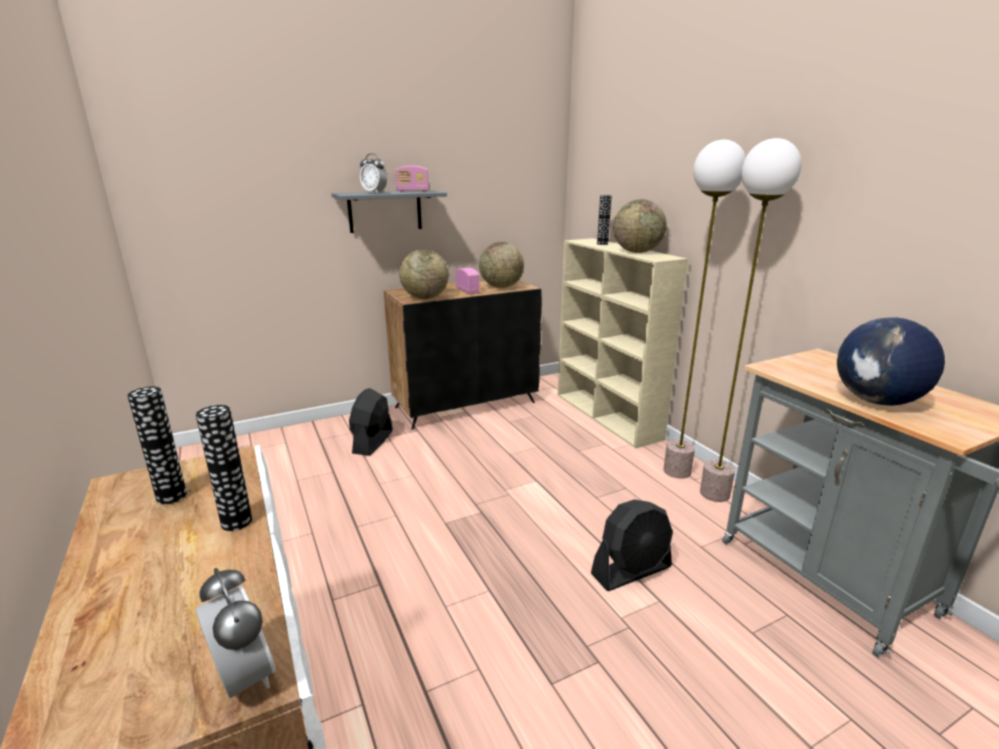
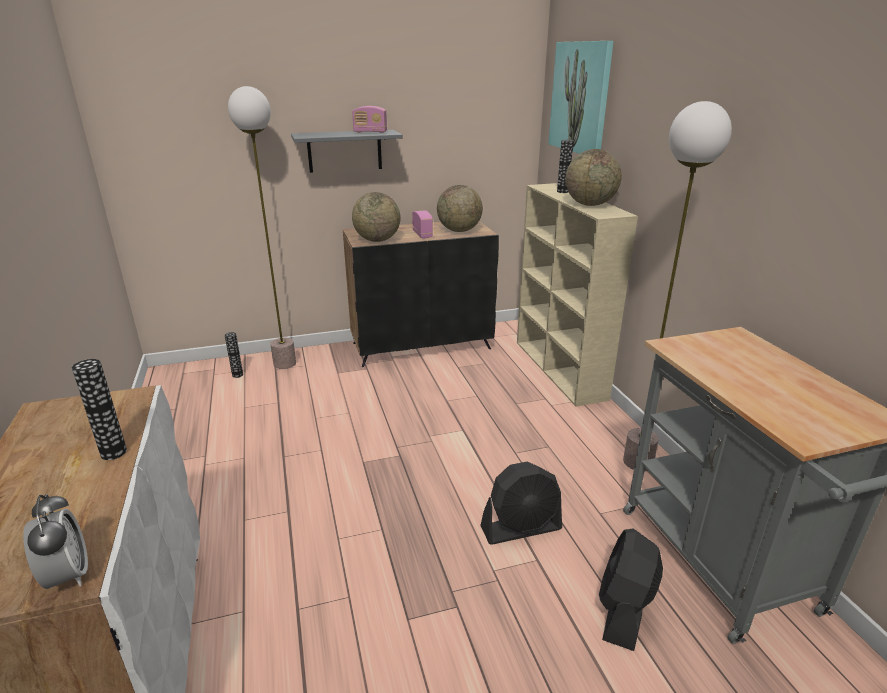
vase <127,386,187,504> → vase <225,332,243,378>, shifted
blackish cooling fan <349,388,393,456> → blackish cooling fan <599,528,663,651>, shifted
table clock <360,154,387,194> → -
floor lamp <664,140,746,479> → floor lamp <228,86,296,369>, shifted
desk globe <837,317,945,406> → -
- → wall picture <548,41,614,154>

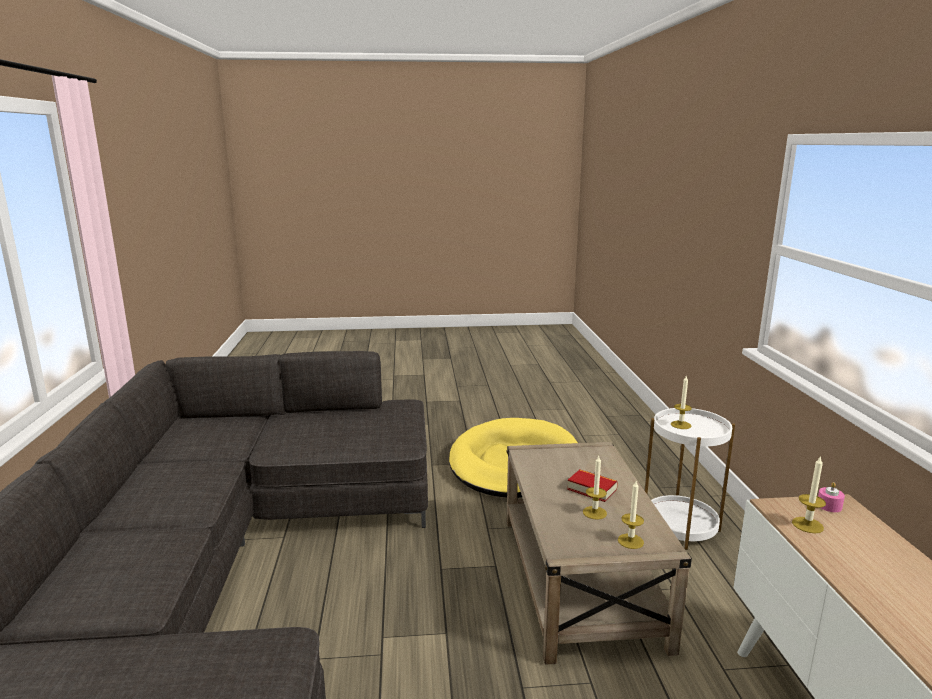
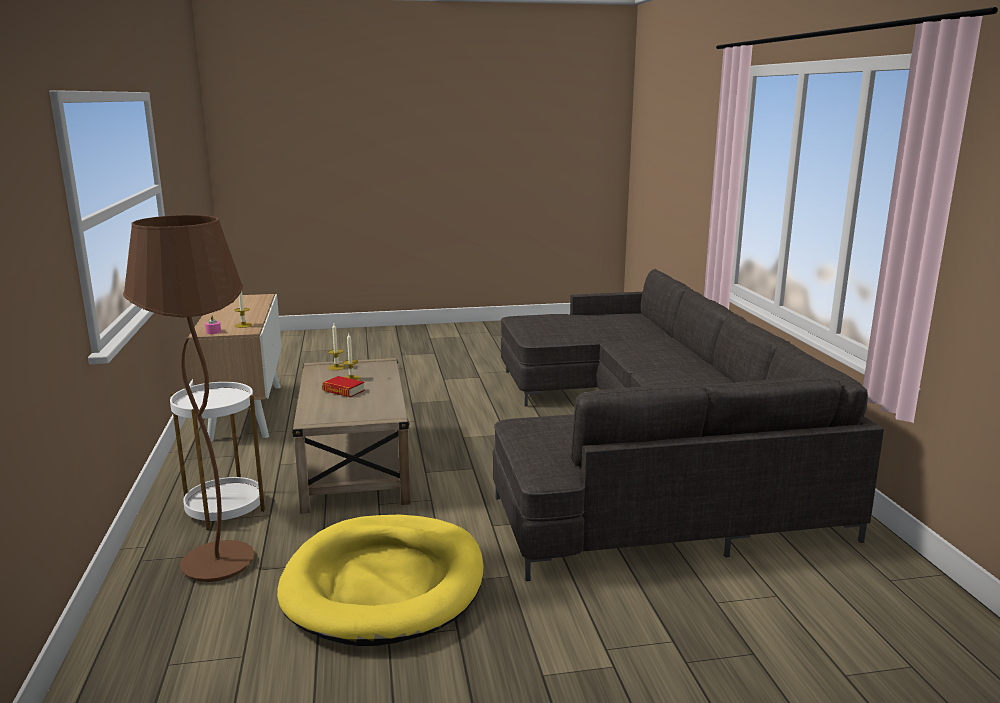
wax candle <671,375,692,429> → -
- → brownish floor lamp <123,215,255,582>

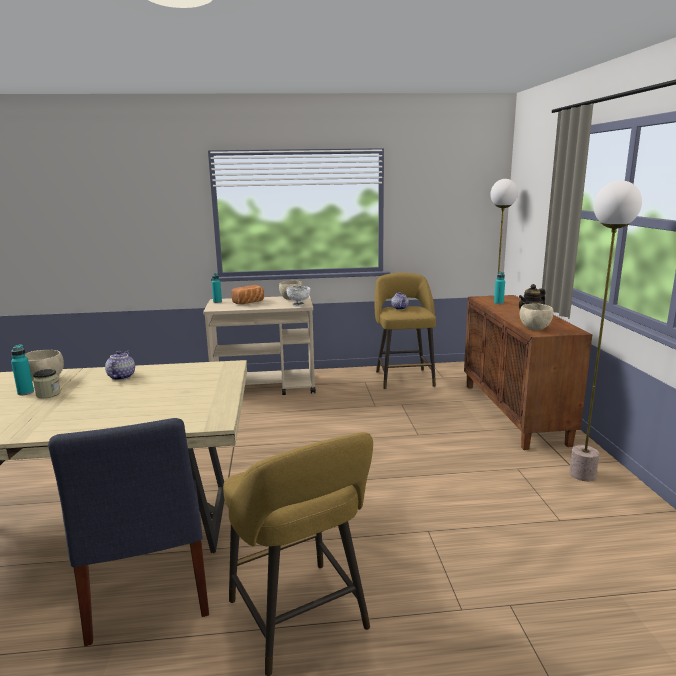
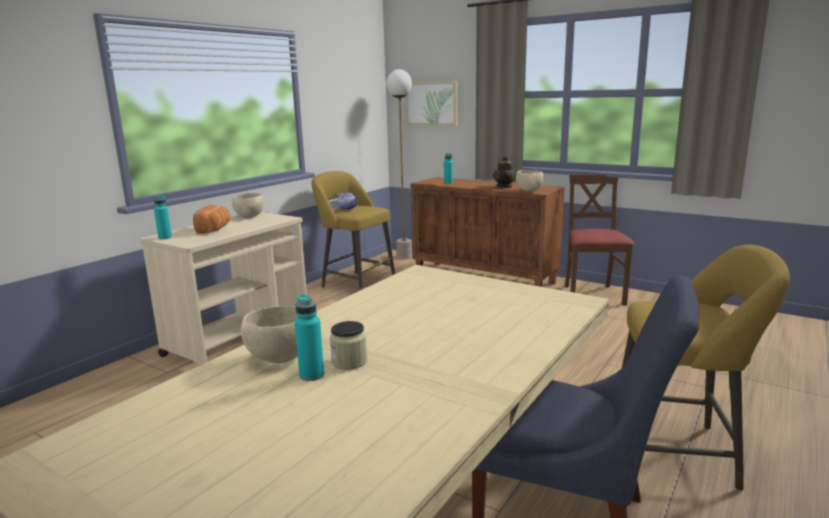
pot for tea <105,351,135,380> → -
white serving bowl <287,286,310,306> → -
floor lamp <569,180,642,481> → brownish upright chair <565,174,635,305>
- → wall picture <406,81,458,126>

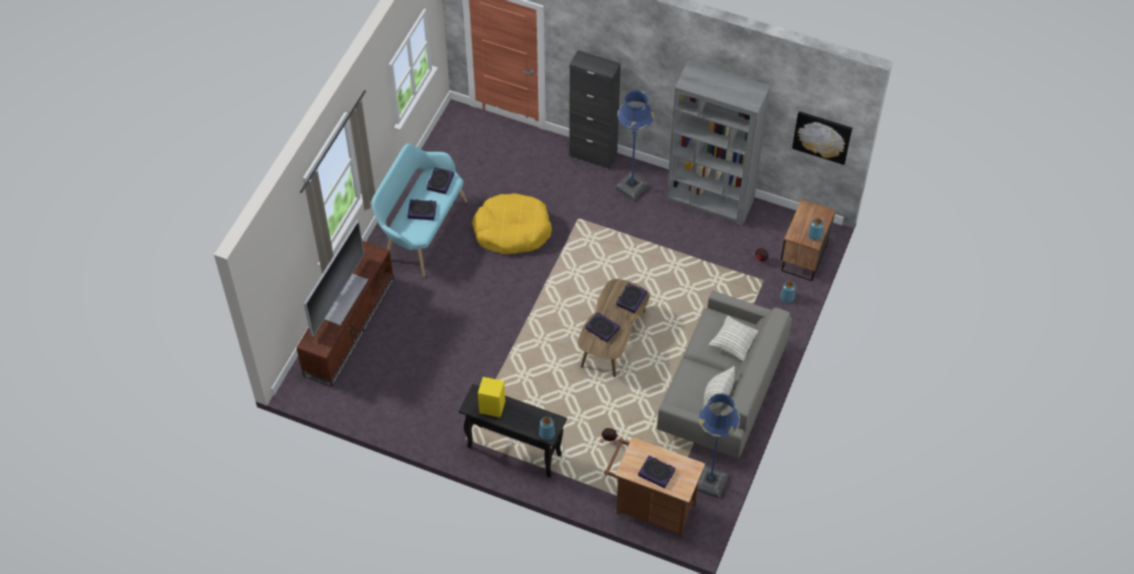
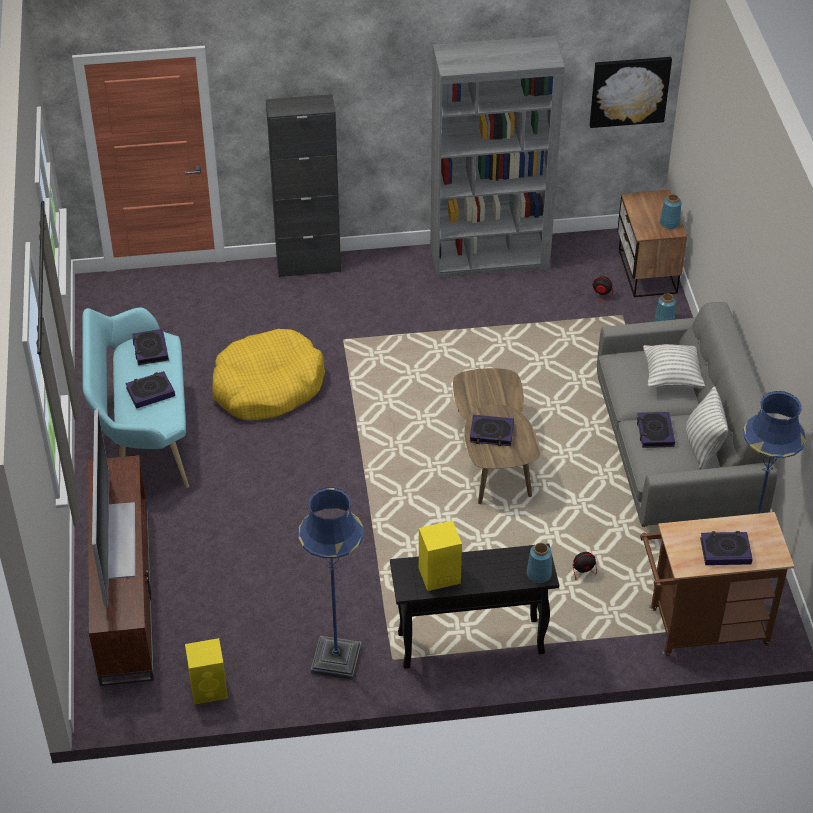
blue floor lamp <615,90,654,201> → blue floor lamp <298,488,364,680>, shifted
bound book <616,283,647,314> → bound book <637,412,675,448>, shifted
- → yellow loudspeaker <185,638,228,704>

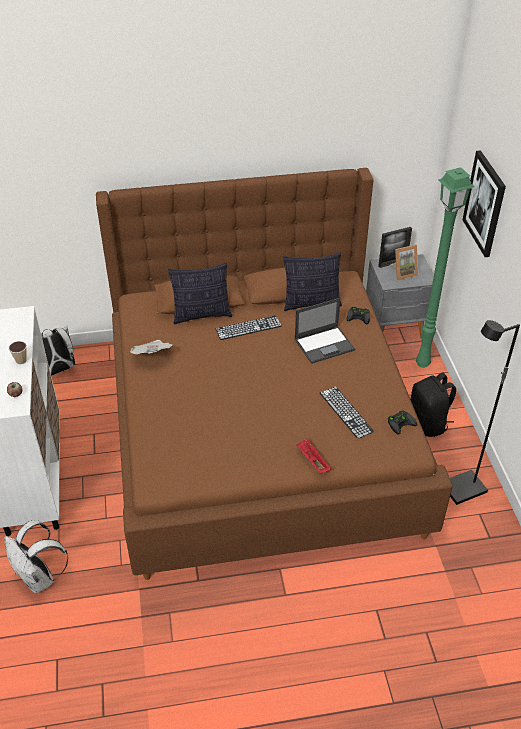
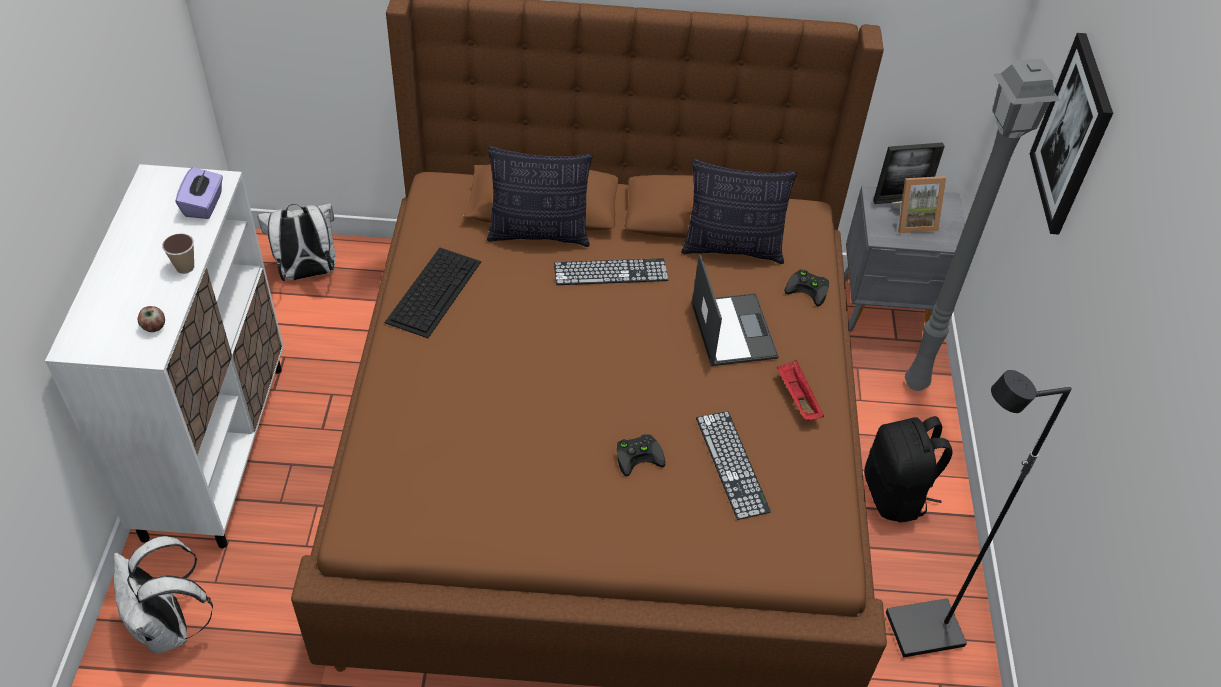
printed paper <130,340,173,354> → keyboard <385,248,481,338>
notebook computer <295,298,355,364> → notebook computer <691,254,779,366>, 90 degrees counterclockwise
red serving tray <297,438,331,473> → red serving tray <777,360,824,420>, shifted
blackish game controller <388,410,417,435> → blackish game controller <617,434,665,476>, shifted
greenish floor lamp <416,167,474,368> → greyish floor lamp <905,58,1060,391>
- → purplish tissue box <176,167,223,219>

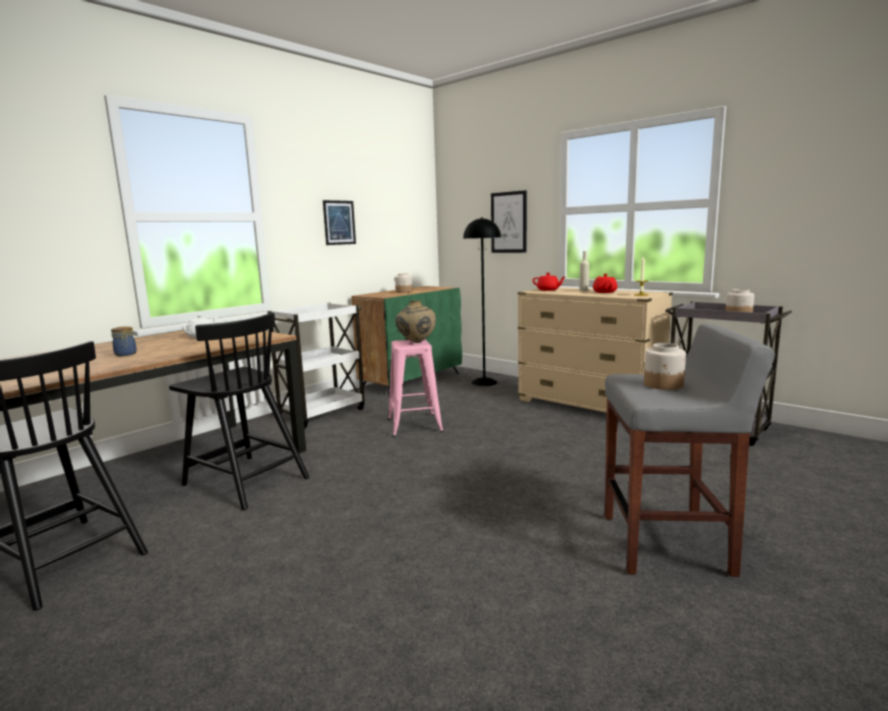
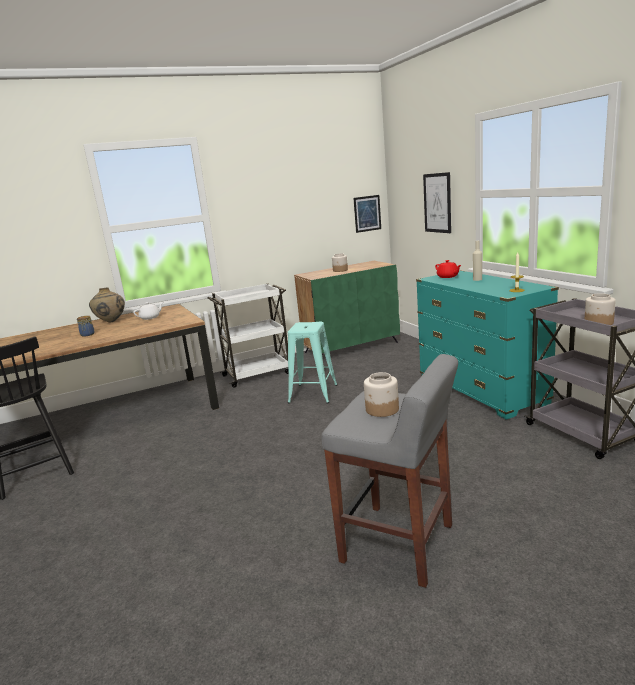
blackish upright chair <169,313,309,510> → -
wall picture <323,200,356,245> → wall picture <353,195,381,233>, shifted
pink stool <388,339,443,437> → turquoise-coloured stool <288,322,337,404>
beige vase <396,300,436,343> → beige vase <89,288,125,322>, shifted
blackish floor lamp <463,217,501,386> → -
beige dresser <518,287,673,413> → turquoise-coloured dresser <416,270,559,420>
red pot for tea <593,274,617,293> → -

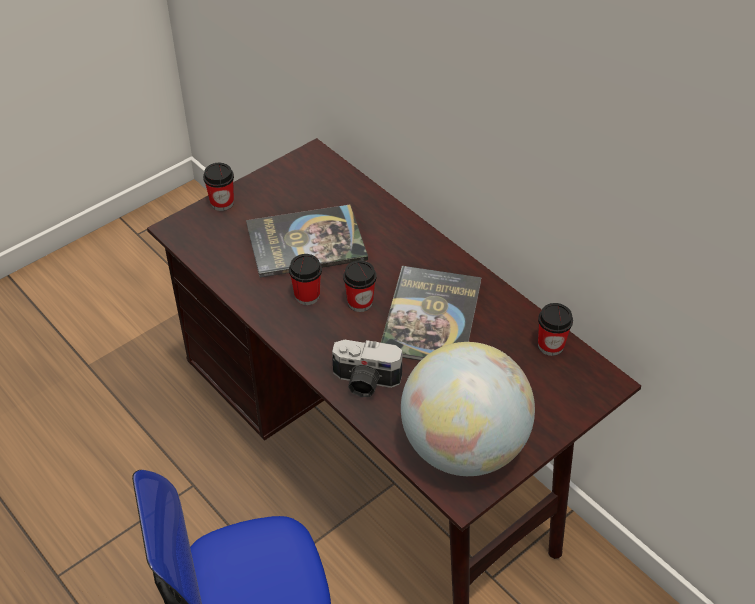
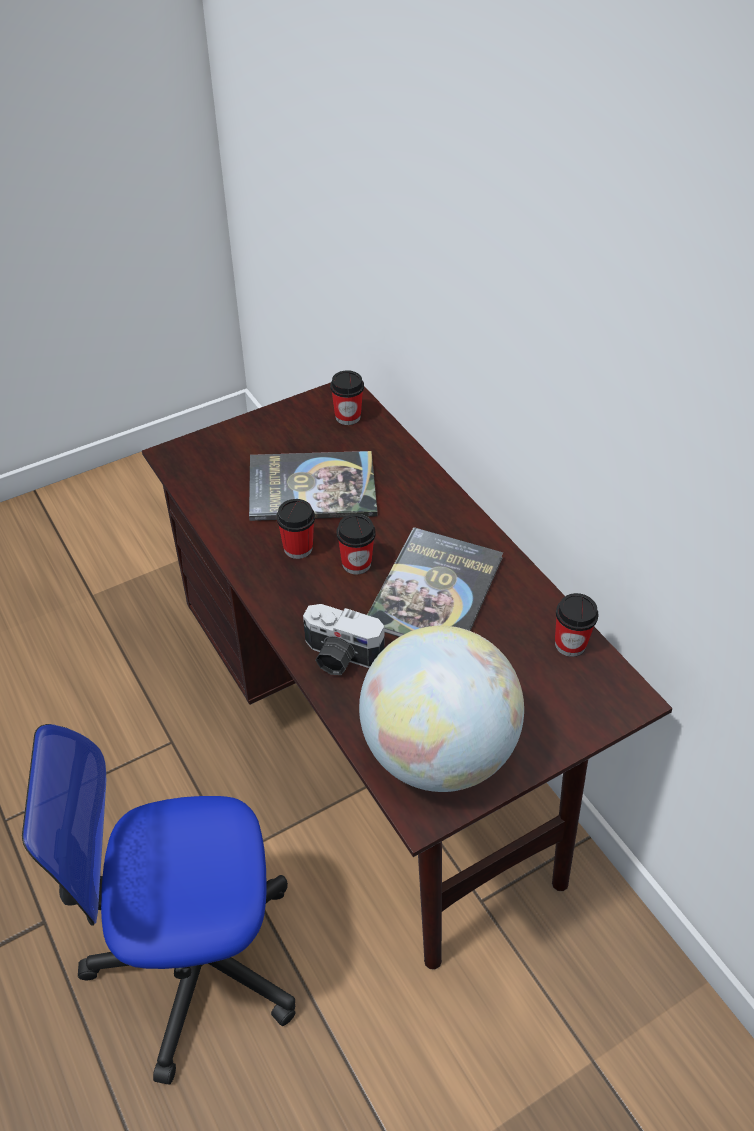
small cup <203,163,234,211> → small cup <330,370,364,425>, shifted

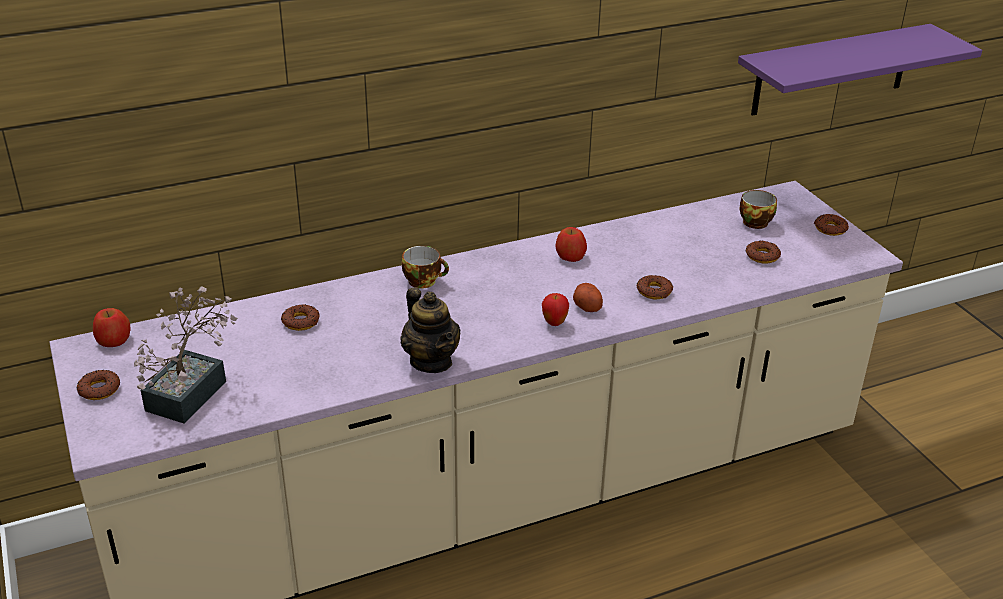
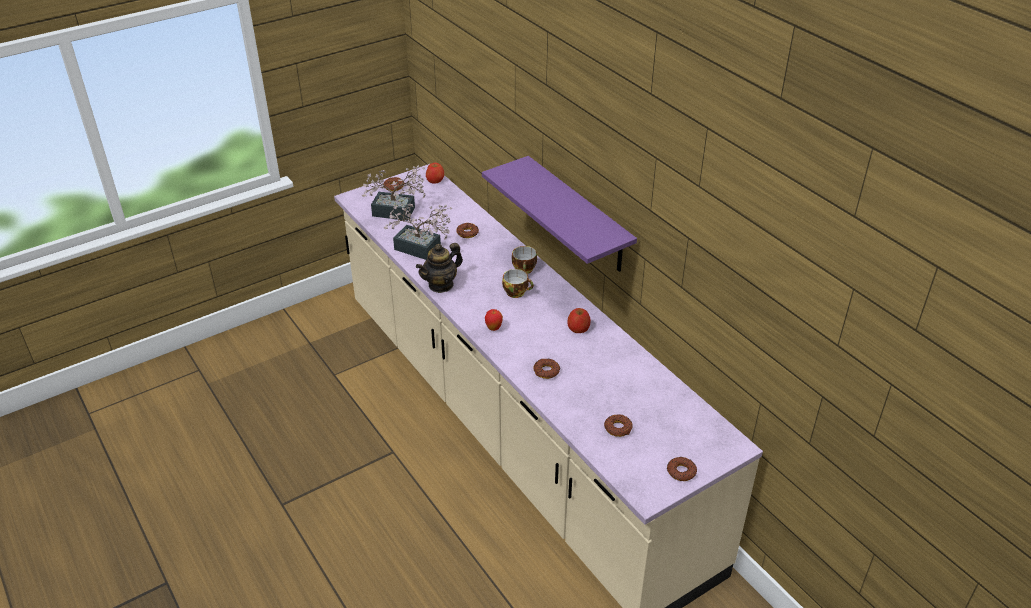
potato <573,283,603,312> → -
purplish shelf <738,24,982,116> → purplish shelf <482,156,637,272>, shifted
small cup <739,190,777,229> → small cup <502,269,534,298>, shifted
- → plant in a pot <384,204,452,260>

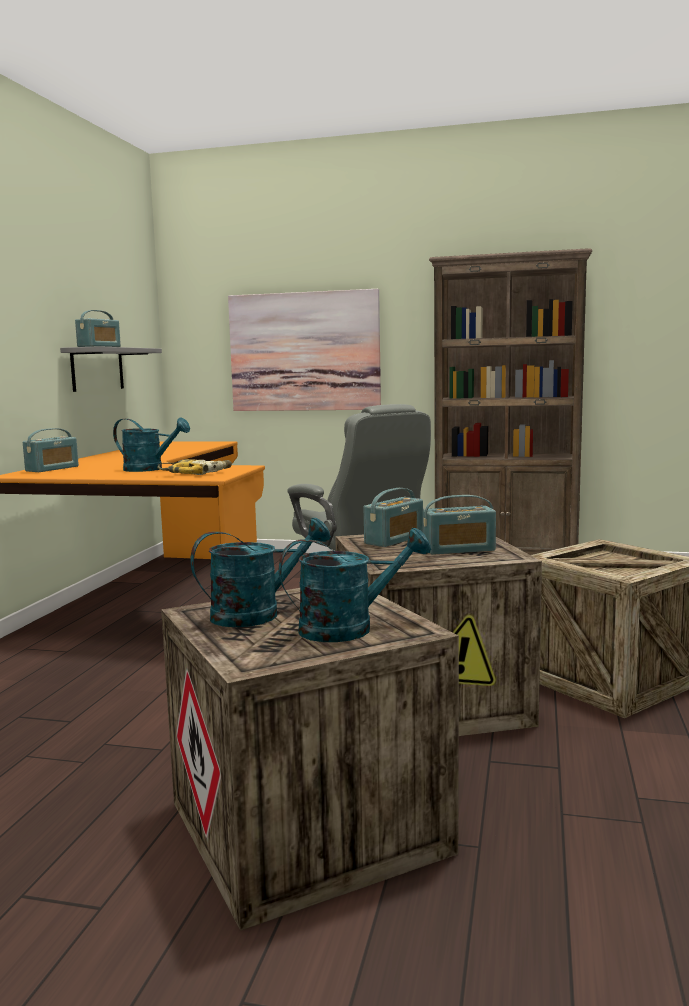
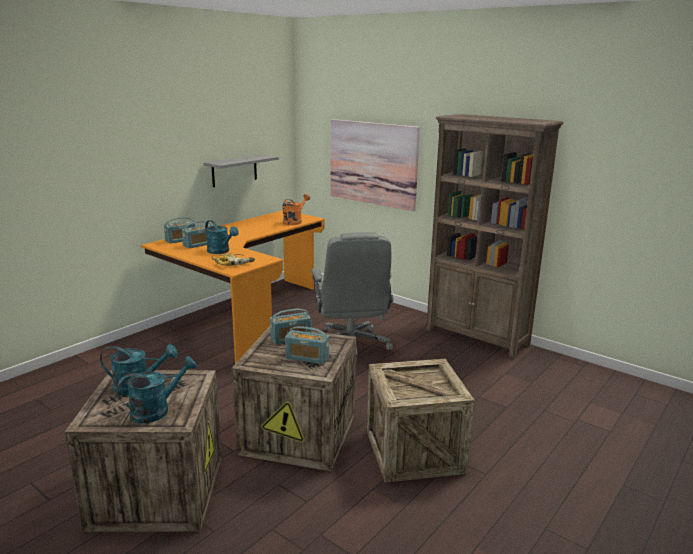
radio set <75,310,121,347> → radio set <182,221,211,249>, shifted
turquoise-coloured watering can <279,528,431,642> → turquoise-coloured watering can <117,356,197,423>, 45 degrees counterclockwise
- → orangey watering can <282,194,310,225>

